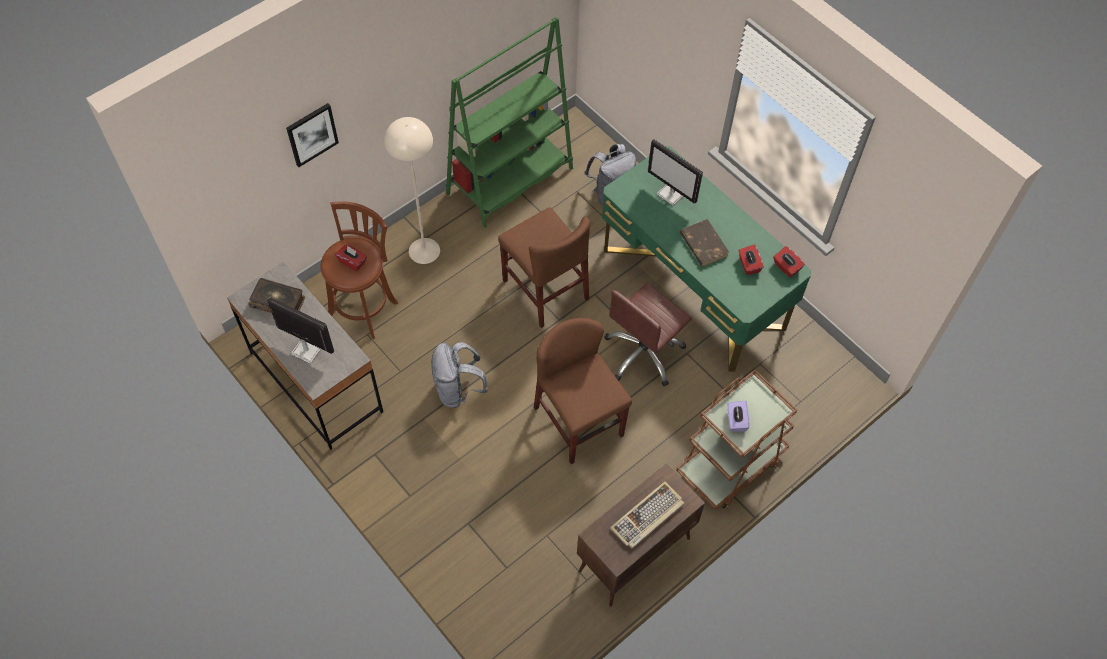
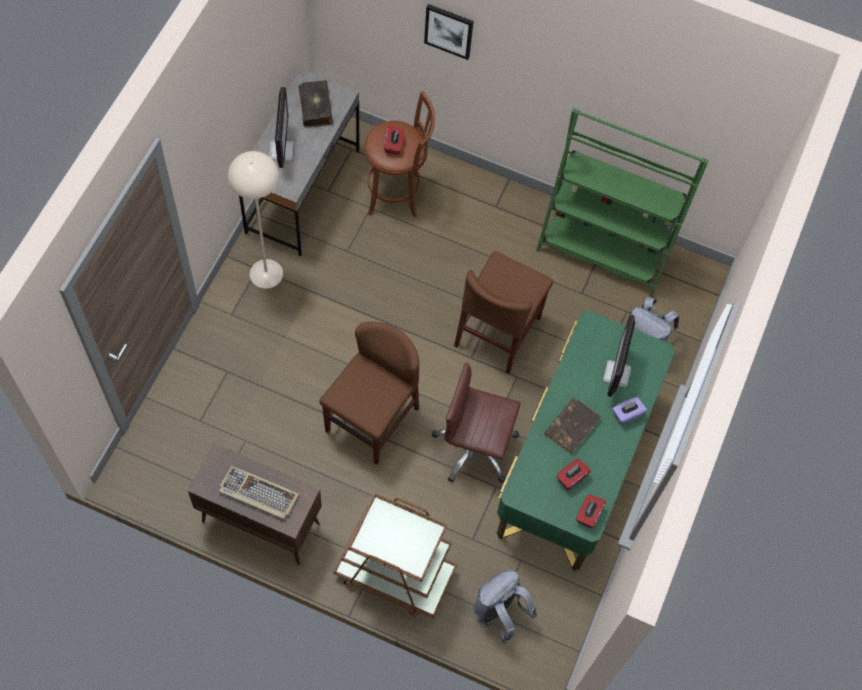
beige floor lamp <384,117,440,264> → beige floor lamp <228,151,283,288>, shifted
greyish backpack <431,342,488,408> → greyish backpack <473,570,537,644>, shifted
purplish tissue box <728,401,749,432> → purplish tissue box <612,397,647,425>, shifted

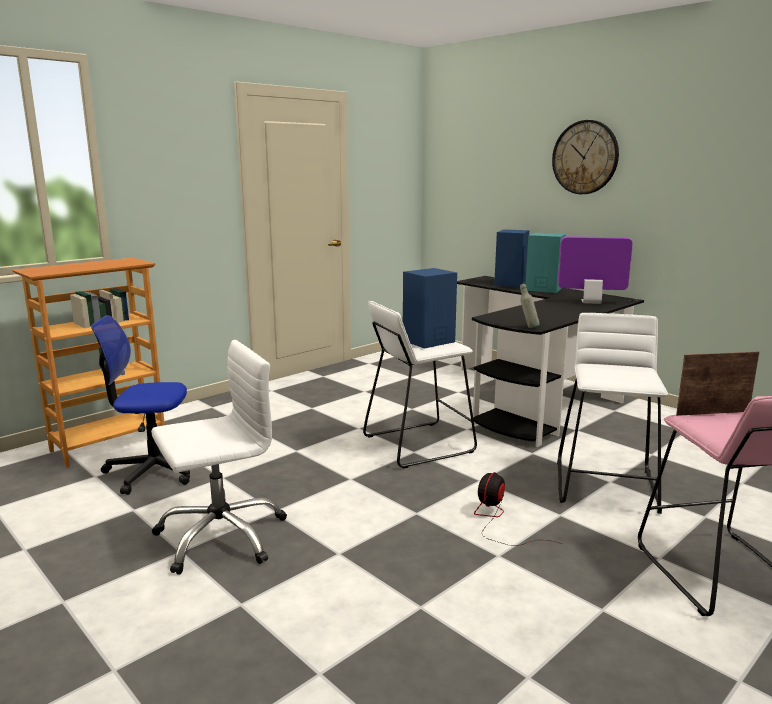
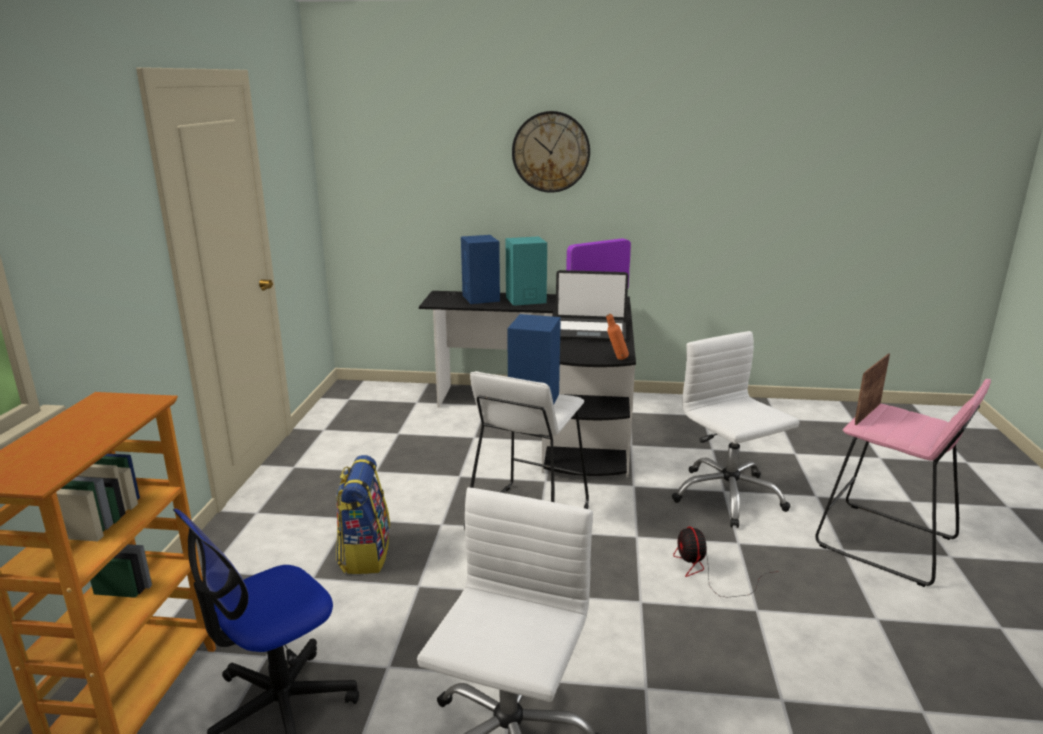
greyish beverage bottle <520,284,540,328> → orangey beverage bottle <606,314,629,360>
white stool <557,313,668,514> → white office chair <672,331,799,528>
- → backpack <336,455,390,574>
- → notebook computer <556,270,628,341>

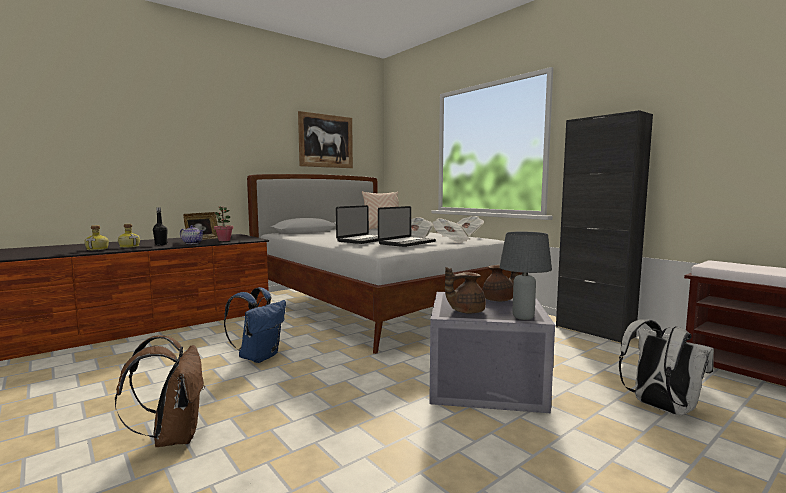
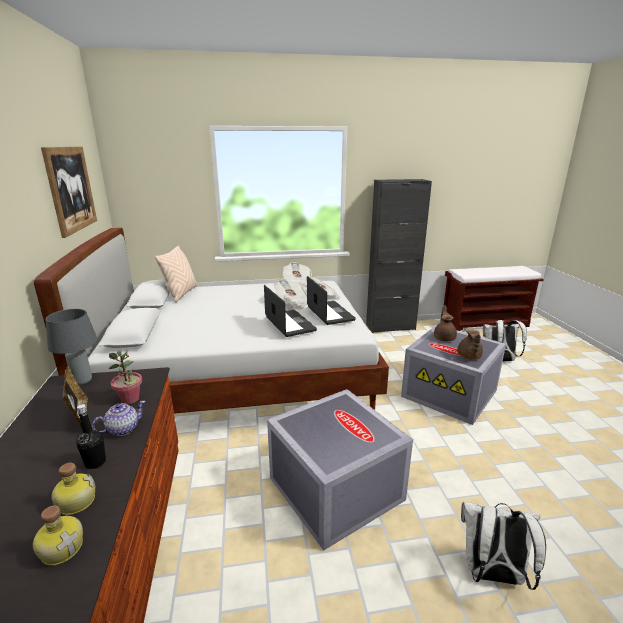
brownish backpack <115,335,205,447> → white backpack <461,502,546,590>
blue backpack <224,287,286,363> → greyish storage bin <267,389,413,551>
greyish table lamp <499,232,552,320> → greyish table lamp <46,309,98,385>, shifted

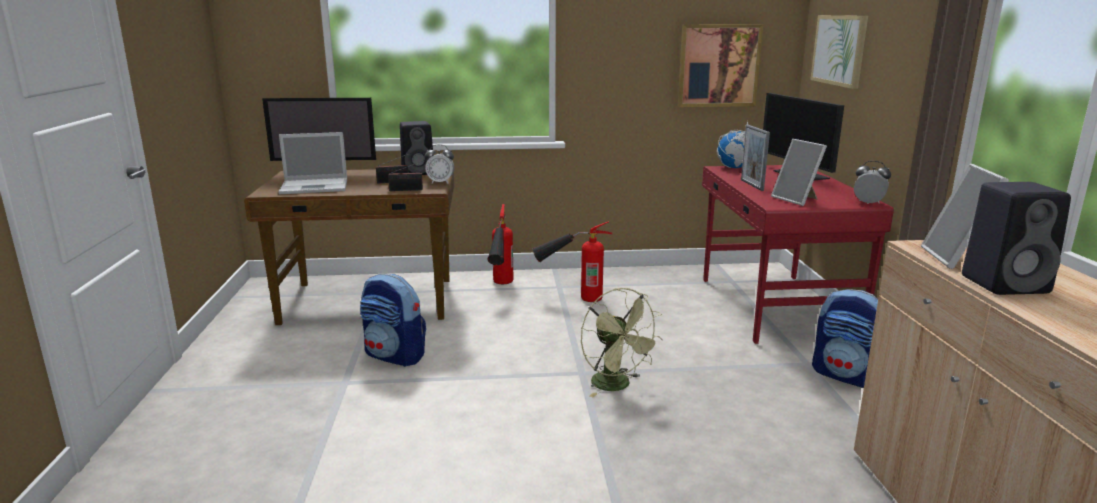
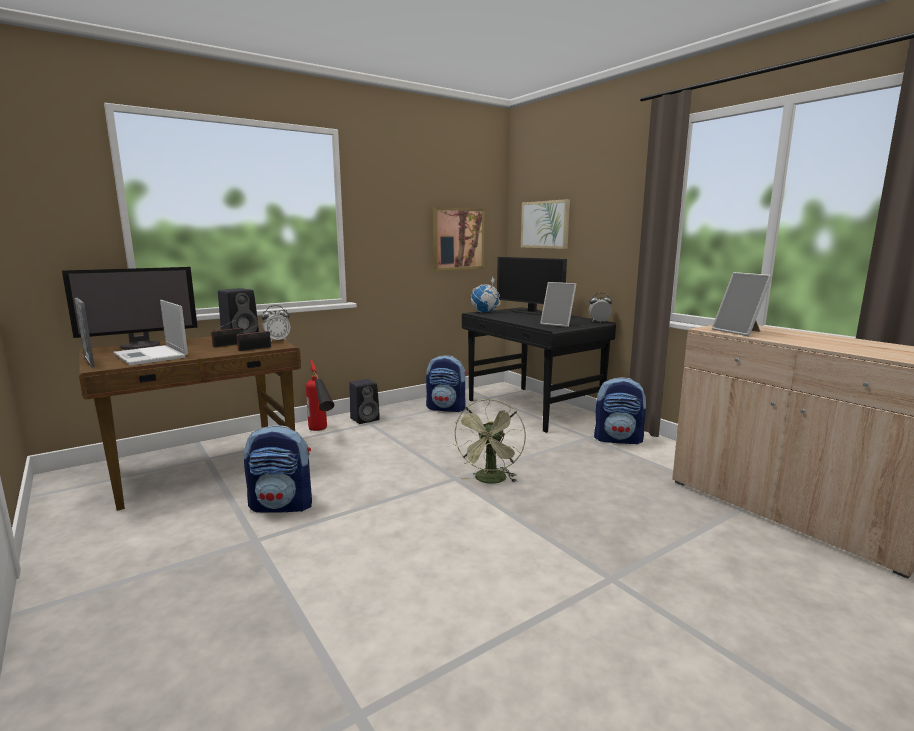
notebook computer <278,132,347,194> → notebook computer <113,300,188,366>, 90 degrees clockwise
extinguisher <533,221,613,302> → -
greenish cooling fan <581,288,662,397> → greenish cooling fan <453,399,526,484>, 75 degrees clockwise
red desk table <702,165,894,344> → blackish desk table <462,307,616,433>
standing frame <741,125,770,191> → standing frame <75,298,95,368>, shifted
blackish loudspeaker <962,182,1071,295> → blackish loudspeaker <349,379,380,424>, shifted
- → backpack <426,355,467,412>

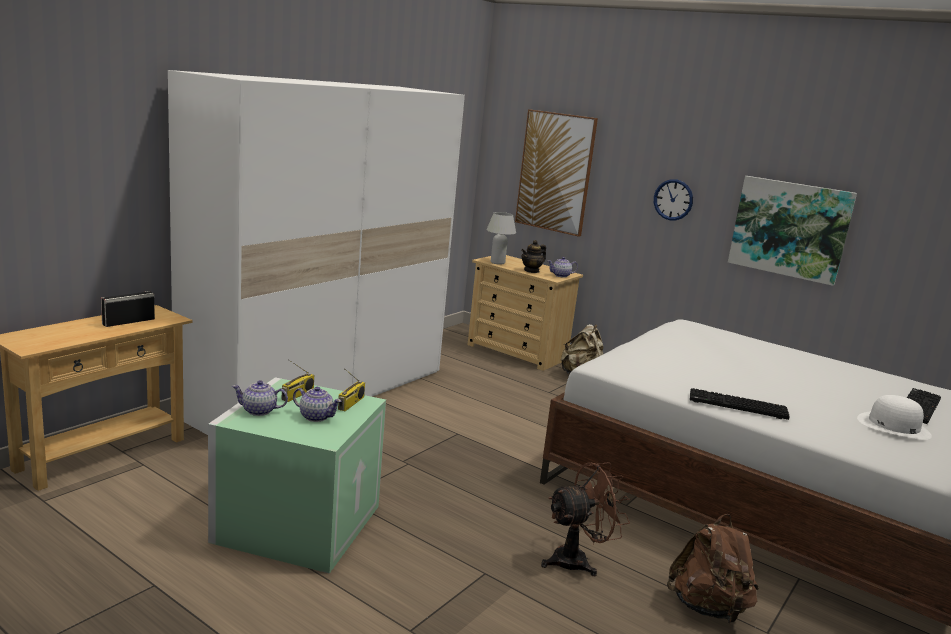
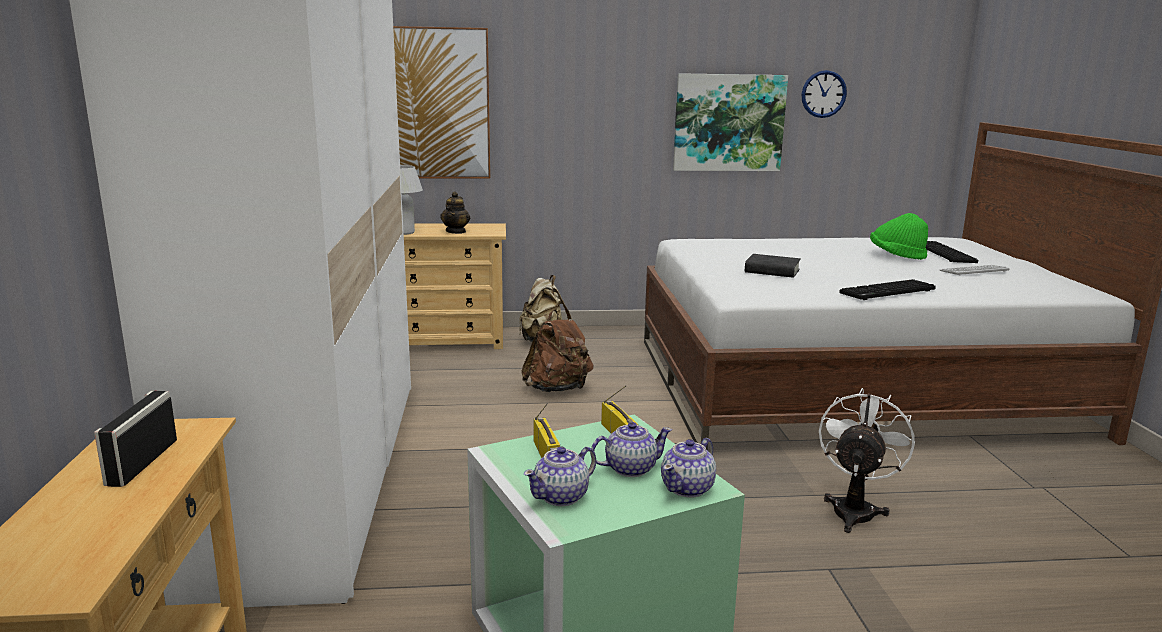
brownish cooling fan <541,462,630,576> → white cooling fan <819,388,915,533>
pot for tea <548,257,578,278> → pot for tea <661,438,716,497>, shifted
hanging clock <654,179,693,221> → hanging clock <801,70,847,118>, shifted
brownish backpack <667,514,759,623> → brownish backpack <521,310,593,392>, shifted
white clothing hat <857,395,932,440> → keyboard <940,265,1010,276>
- → blackish bound book <745,254,801,278>
- → greenish clothing hat <870,213,928,260>

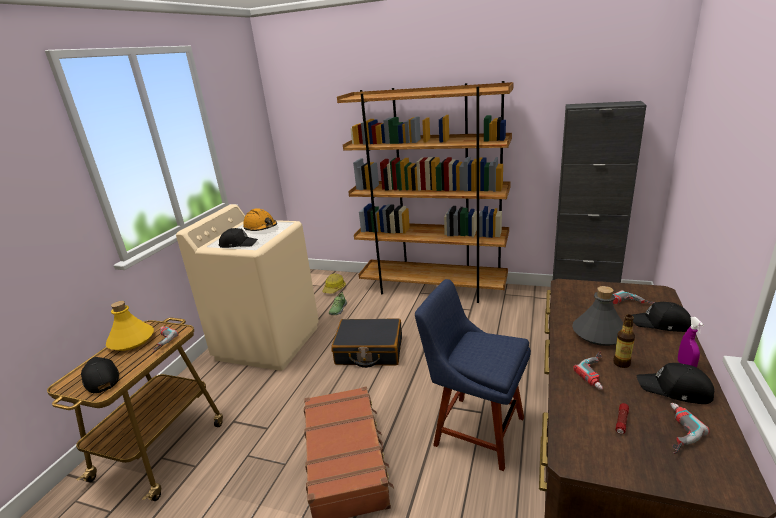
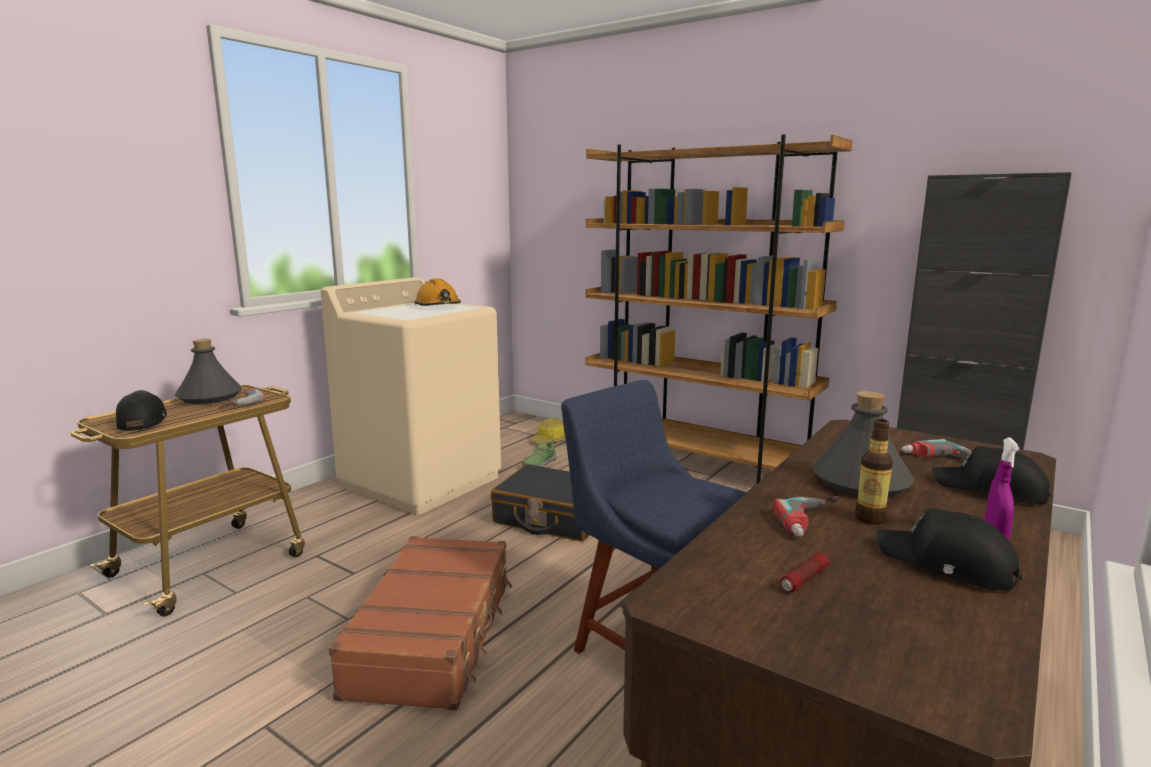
yellow beverage bottle <106,301,154,351> → greyish beverage bottle <175,339,242,404>
blackish peaked cap <219,228,258,248> → -
drill <670,403,709,454> → -

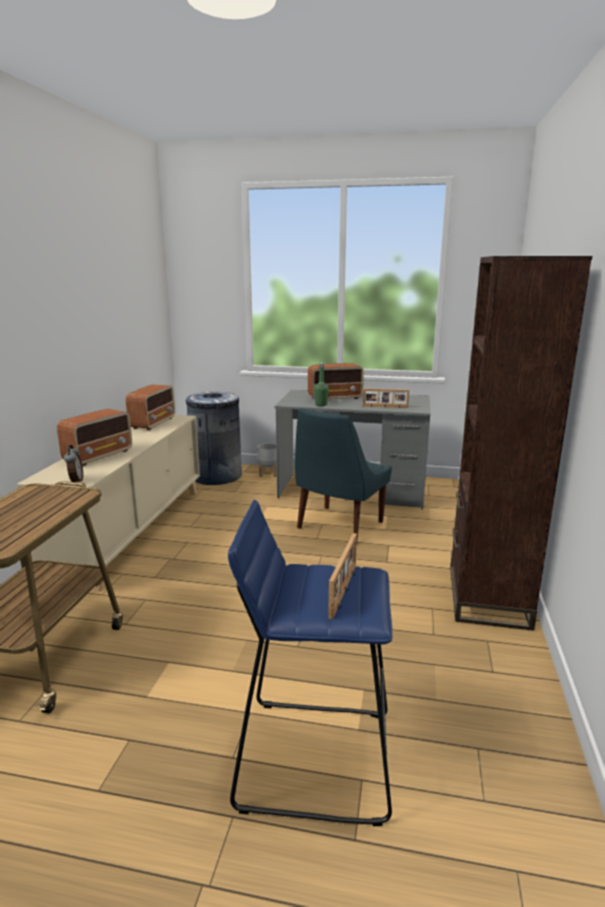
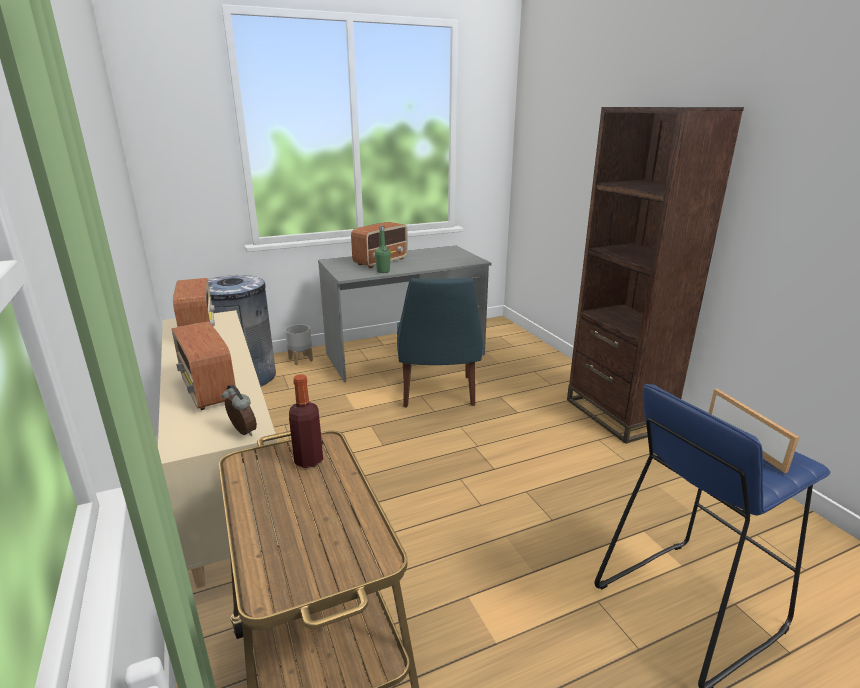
radio set <57,409,132,466> → radio set <172,321,236,410>, 150 degrees clockwise
standing frame <363,388,409,408> → -
- → beverage bottle <289,374,323,468>

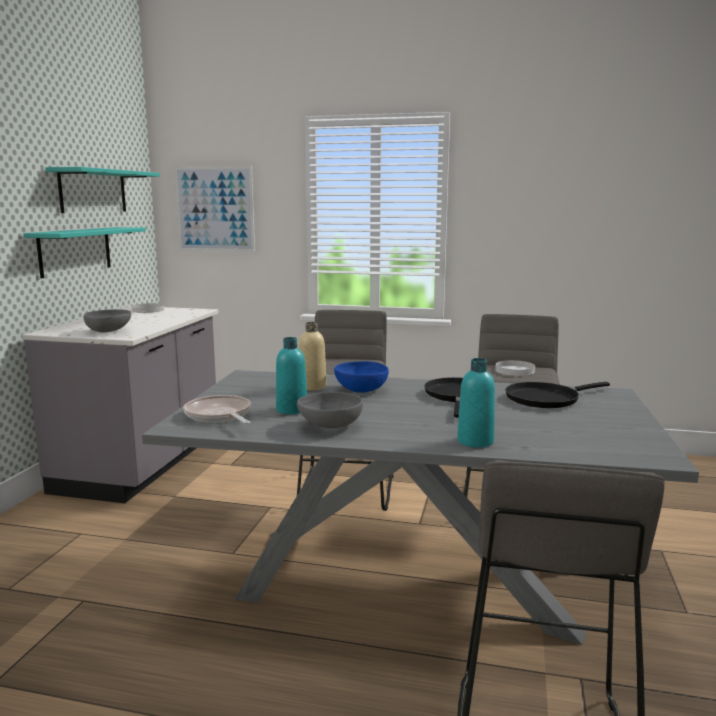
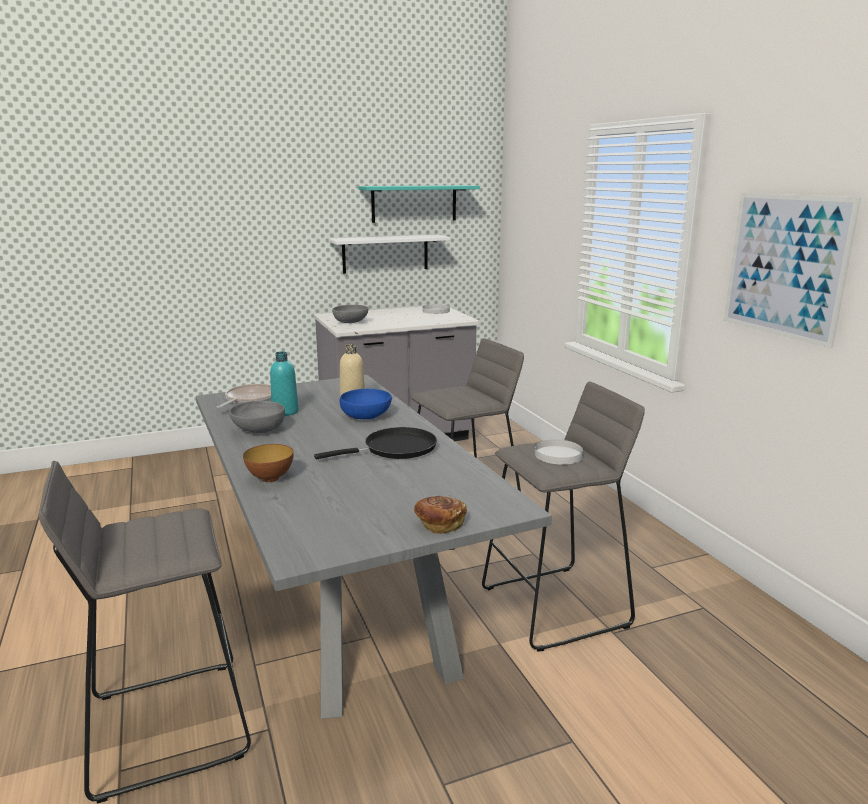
turquoise-coloured shelf <23,227,146,278> → white shelf <329,235,450,274>
wall picture <174,166,255,252> → wall picture <724,193,861,348>, shifted
turquoise-coloured beverage bottle <457,358,495,447> → serving bowl <243,444,294,482>
blackish frying pan <505,382,610,408> → -
- → bakery bread <414,496,467,534>

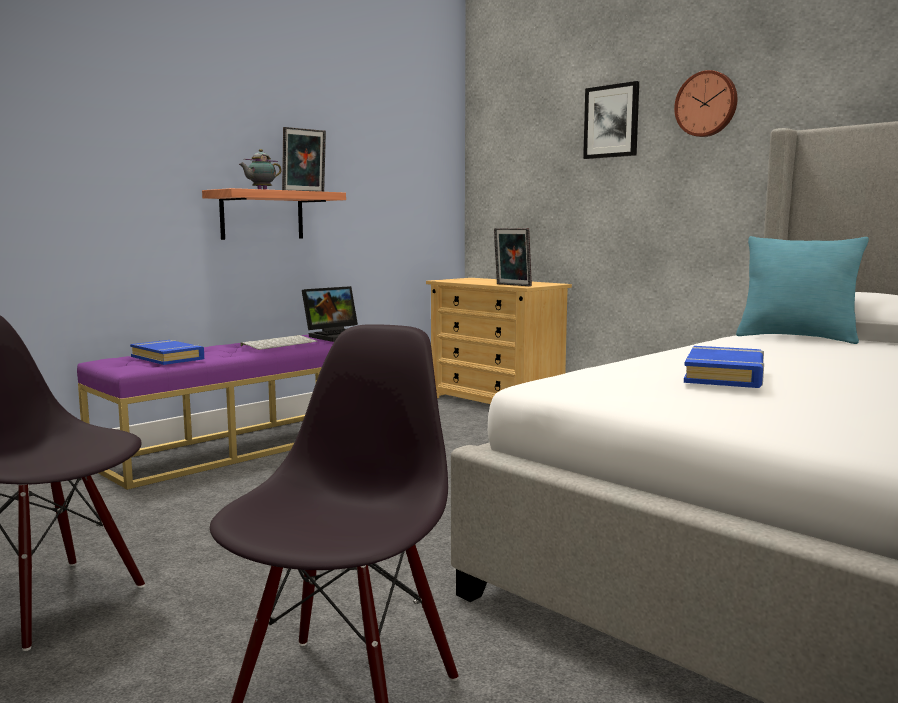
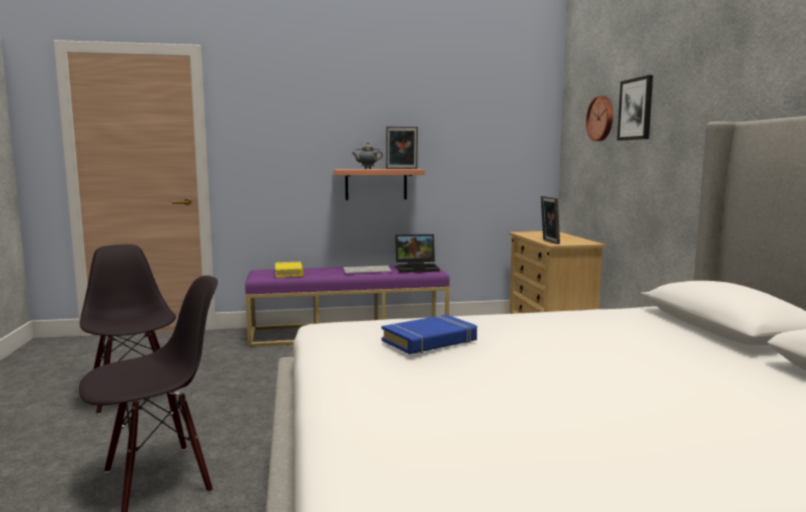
blue bound book <130,340,204,365> → yellow bound book <275,262,303,277>
hanging clock <674,70,737,137> → hanging clock <586,96,613,141>, shifted
turquoise-coloured cushion <736,236,869,344> → -

